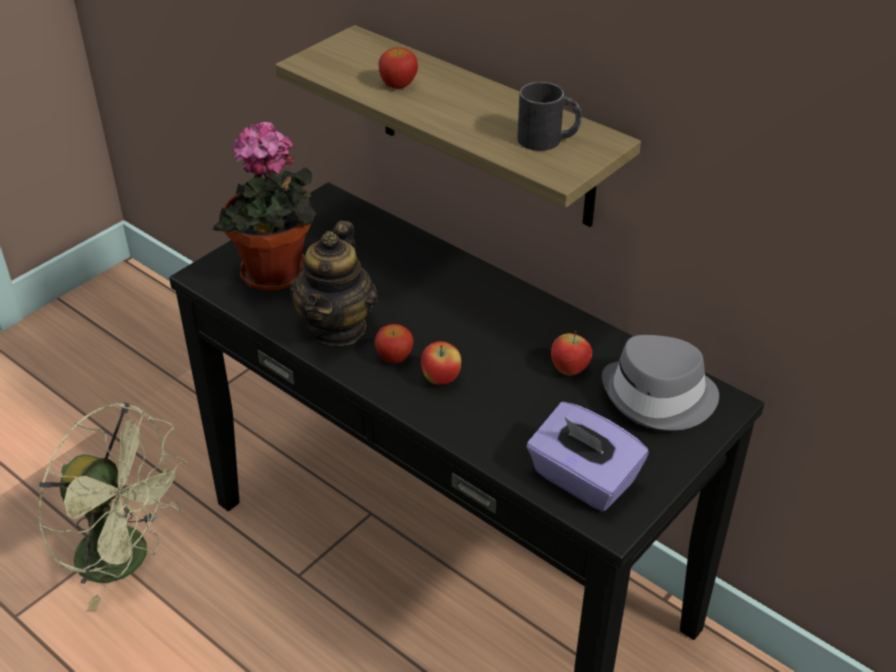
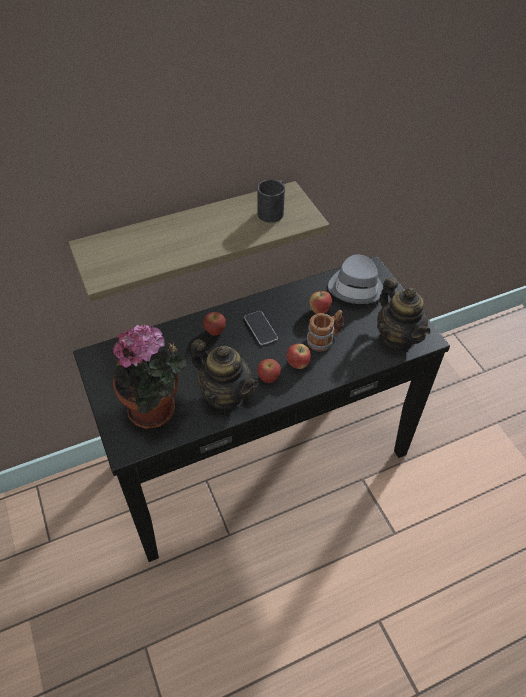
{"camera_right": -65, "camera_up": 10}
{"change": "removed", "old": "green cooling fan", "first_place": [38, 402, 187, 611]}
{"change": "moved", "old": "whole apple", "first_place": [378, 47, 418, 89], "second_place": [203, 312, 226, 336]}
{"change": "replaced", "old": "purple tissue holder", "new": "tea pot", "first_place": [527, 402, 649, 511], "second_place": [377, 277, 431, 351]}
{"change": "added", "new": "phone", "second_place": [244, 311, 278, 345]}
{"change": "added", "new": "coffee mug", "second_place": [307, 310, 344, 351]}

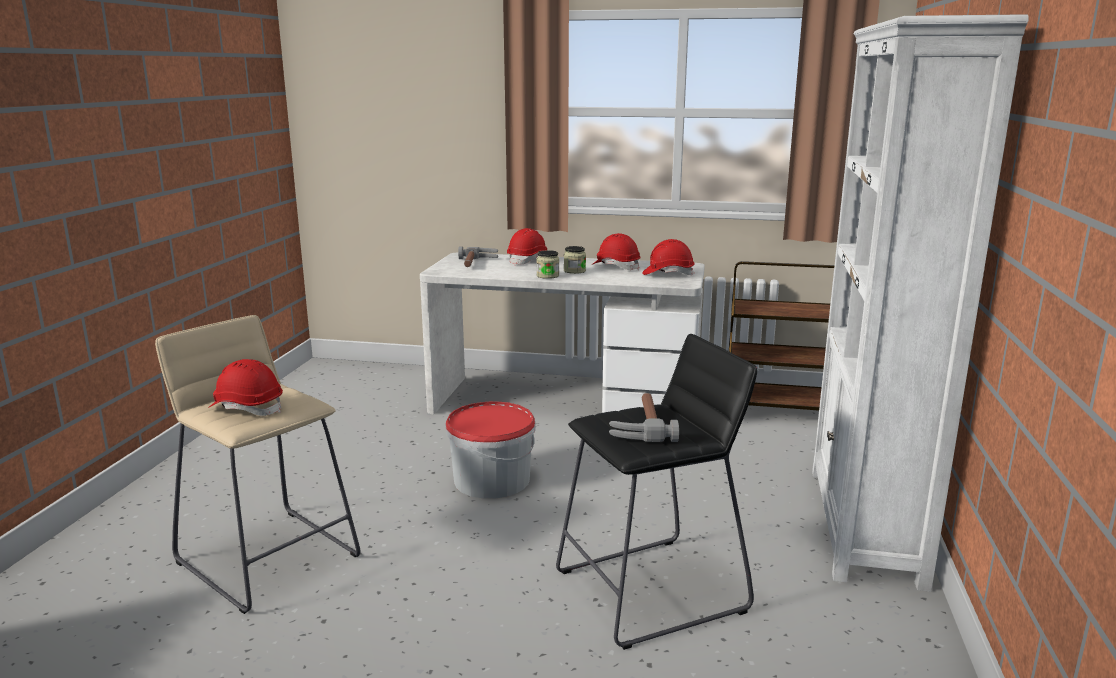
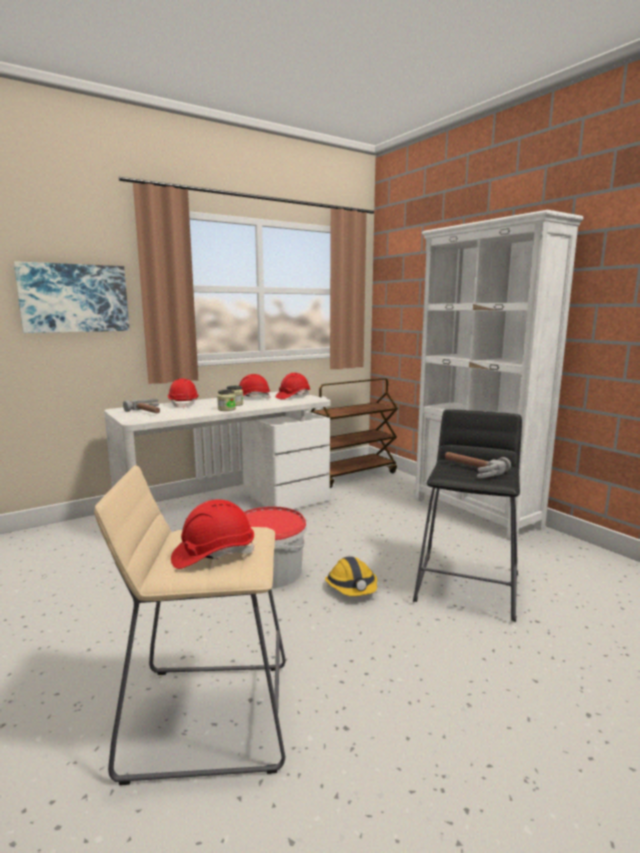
{"camera_right": -45, "camera_up": -5}
{"change": "added", "new": "picture", "second_place": [14, 261, 130, 333]}
{"change": "added", "new": "work helmet", "second_place": [325, 557, 377, 596]}

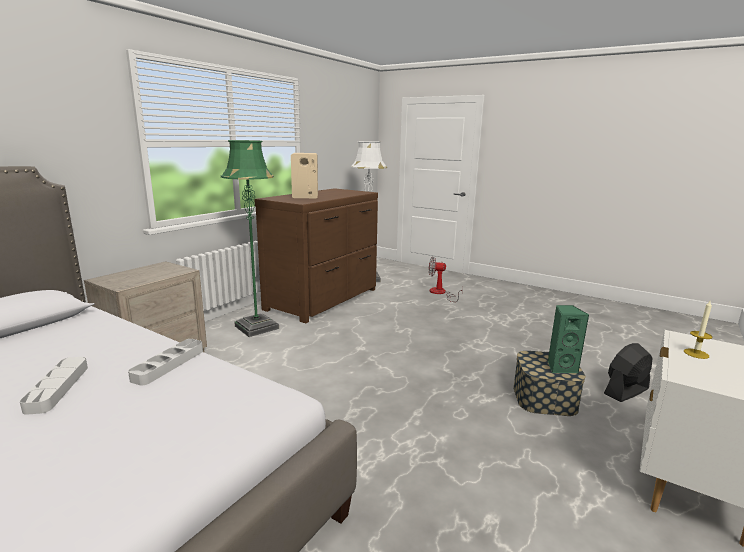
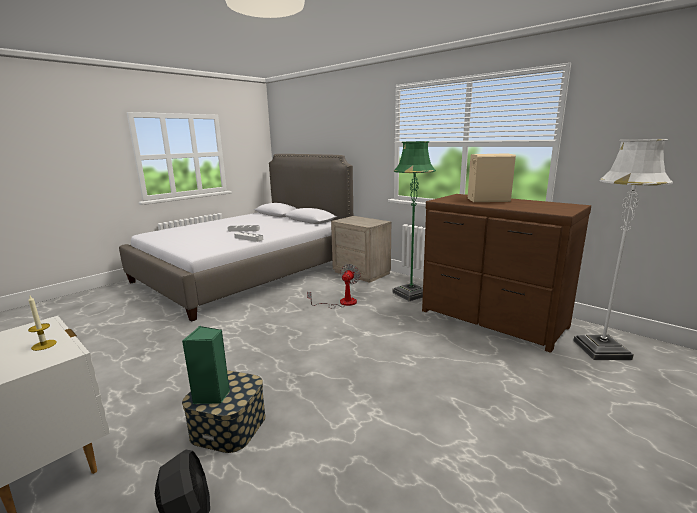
{"camera_right": 100, "camera_up": 0}
{"change": "moved", "old": "cooling fan", "first_place": [429, 257, 463, 302], "second_place": [307, 264, 361, 308]}

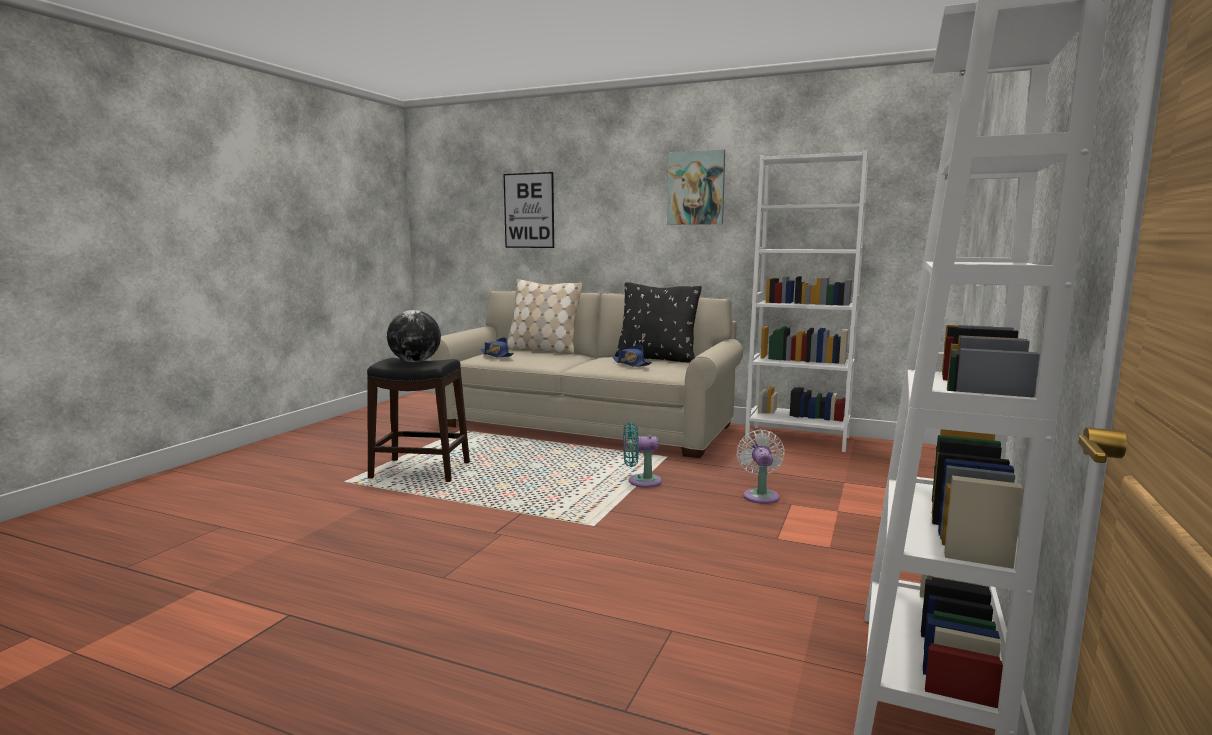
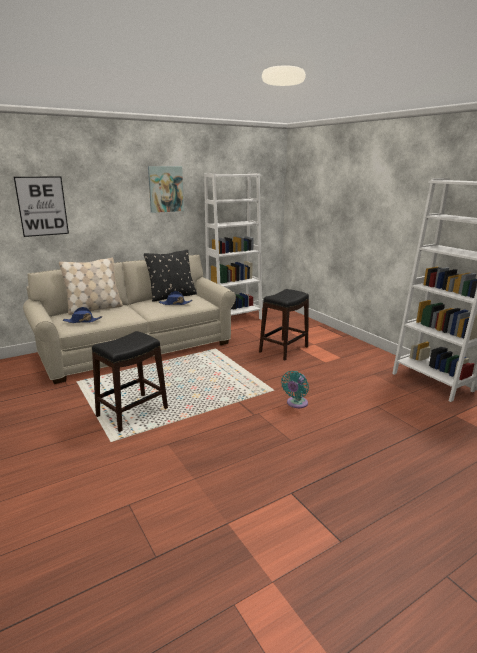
{"camera_right": -55, "camera_up": 10}
{"change": "removed", "old": "world globe", "first_place": [387, 310, 441, 362]}
{"change": "moved", "old": "turquoise-coloured cooling fan", "first_place": [623, 422, 662, 488], "second_place": [281, 371, 309, 408]}
{"change": "replaced", "old": "white cooling fan", "new": "black-coloured stool", "first_place": [737, 430, 785, 504], "second_place": [259, 289, 309, 360]}

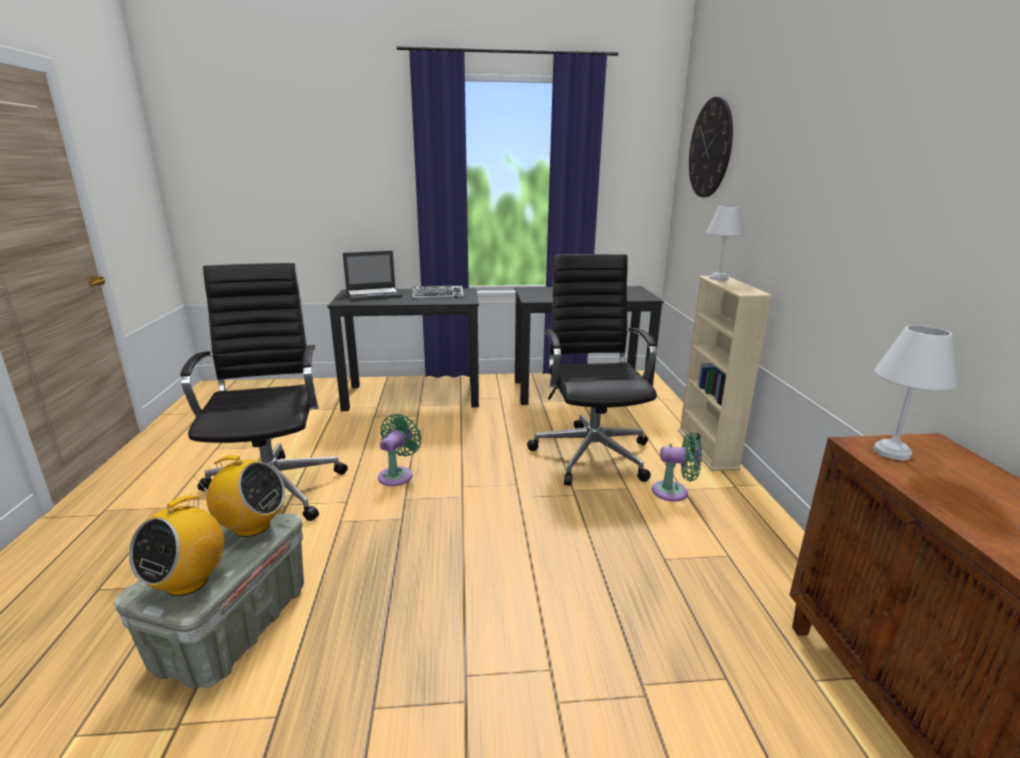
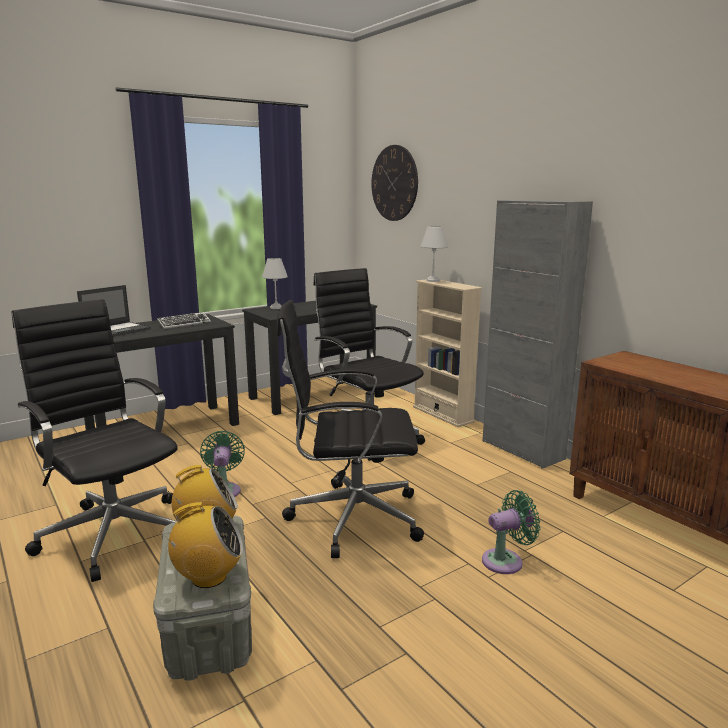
{"camera_right": -30, "camera_up": -5}
{"change": "turned", "old": "radio set", "first_place": [129, 493, 224, 596], "second_place": [160, 502, 243, 588], "degrees": -90}
{"change": "moved", "old": "green cooling fan", "first_place": [652, 433, 702, 502], "second_place": [482, 490, 541, 574]}
{"change": "moved", "old": "white lamp for a table", "first_place": [873, 325, 957, 460], "second_place": [262, 258, 288, 309]}
{"change": "added", "new": "black-coloured computer chair", "second_place": [277, 300, 424, 558]}
{"change": "added", "new": "gray cupboard", "second_place": [482, 200, 593, 469]}

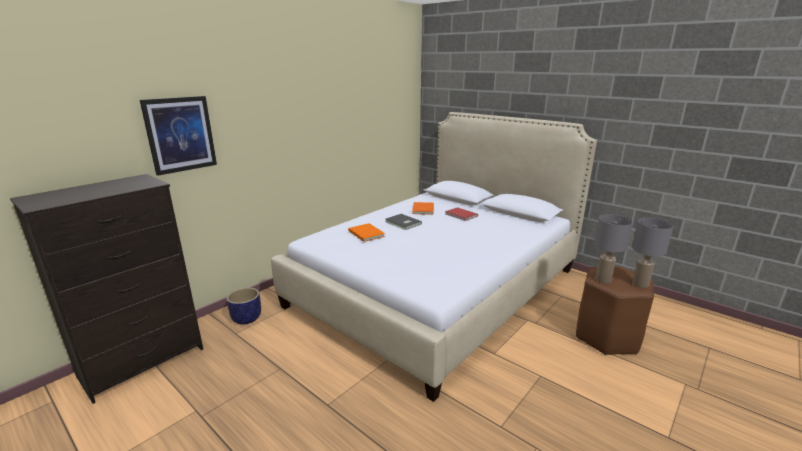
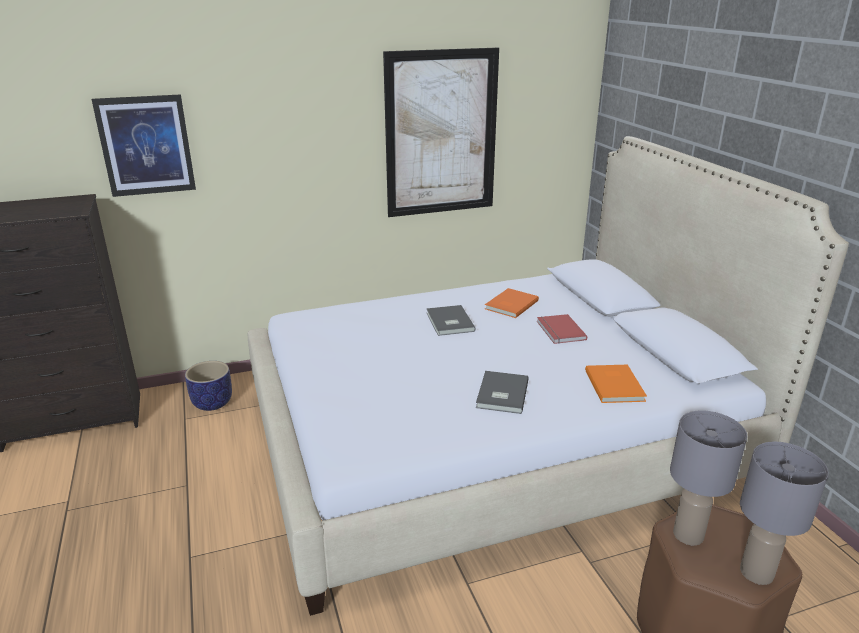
{"camera_right": 30, "camera_up": 5}
{"change": "moved", "old": "orange-coloured bound book", "first_place": [348, 223, 385, 242], "second_place": [585, 365, 647, 403]}
{"change": "added", "new": "picture", "second_place": [383, 47, 499, 217]}
{"change": "added", "new": "gray bound book", "second_place": [476, 371, 529, 414]}

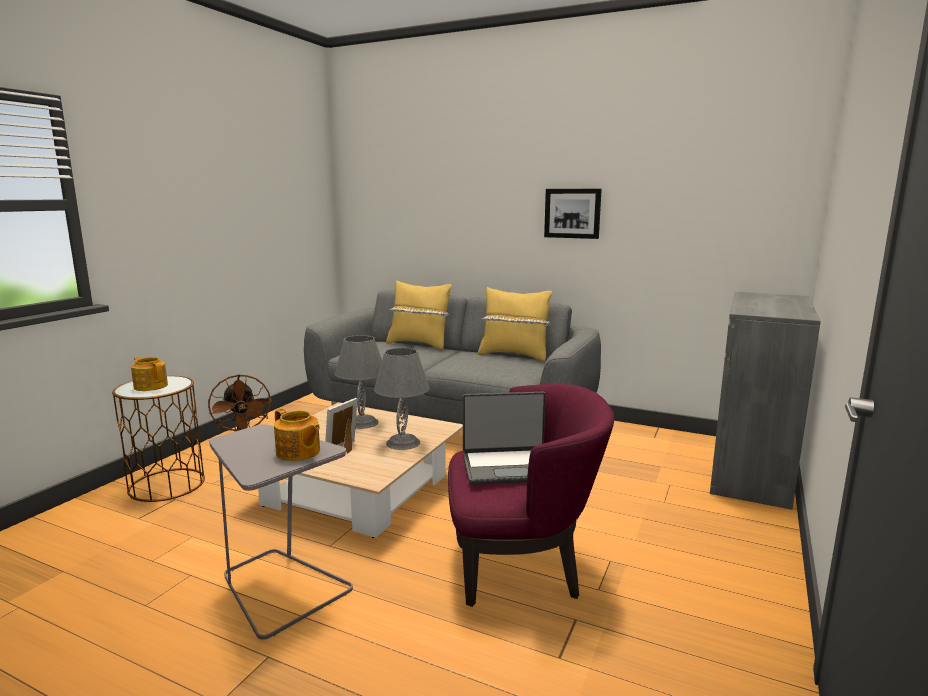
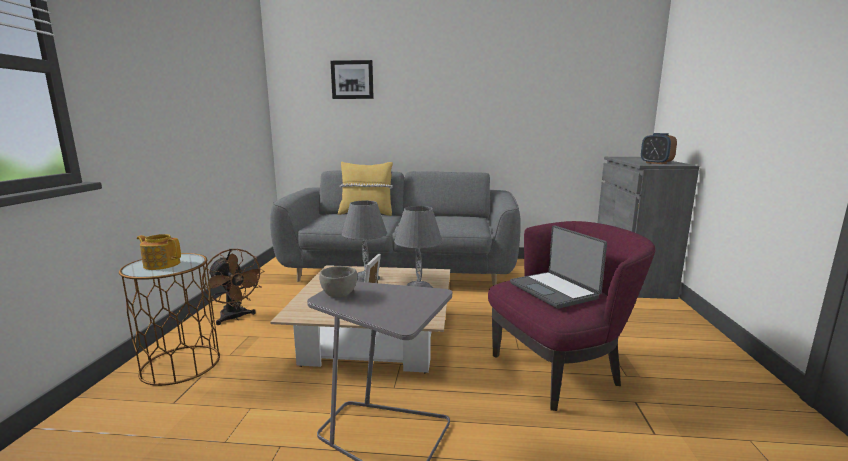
{"camera_right": -20, "camera_up": 0}
{"change": "removed", "old": "tea pot", "first_place": [274, 409, 320, 461]}
{"change": "turned", "old": "notebook computer", "first_place": [463, 392, 546, 485], "second_place": [510, 225, 607, 309], "degrees": 90}
{"change": "removed", "old": "yellowish cushion", "first_place": [478, 287, 552, 362]}
{"change": "moved", "old": "picture", "first_place": [544, 189, 602, 239], "second_place": [331, 60, 374, 99]}
{"change": "added", "new": "gray deep dish", "second_place": [319, 266, 357, 298]}
{"change": "added", "new": "bedside clock", "second_place": [641, 133, 677, 164]}

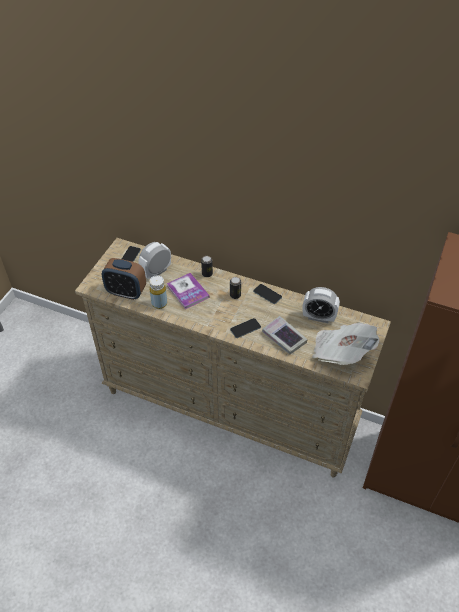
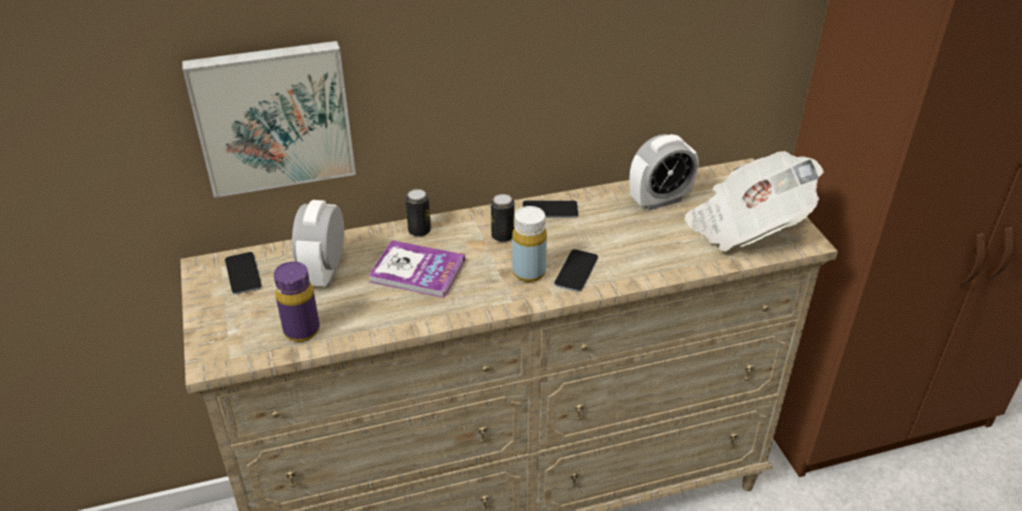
{"camera_right": -40, "camera_up": -10}
{"change": "replaced", "old": "bedside clock", "new": "purple beverage bottle", "first_place": [102, 258, 146, 300], "second_place": [274, 261, 320, 342]}
{"change": "moved", "old": "yellowish beverage bottle", "first_place": [149, 275, 167, 309], "second_place": [512, 206, 547, 282]}
{"change": "removed", "old": "bound book", "first_place": [262, 316, 308, 354]}
{"change": "added", "new": "picture", "second_place": [182, 41, 356, 198]}

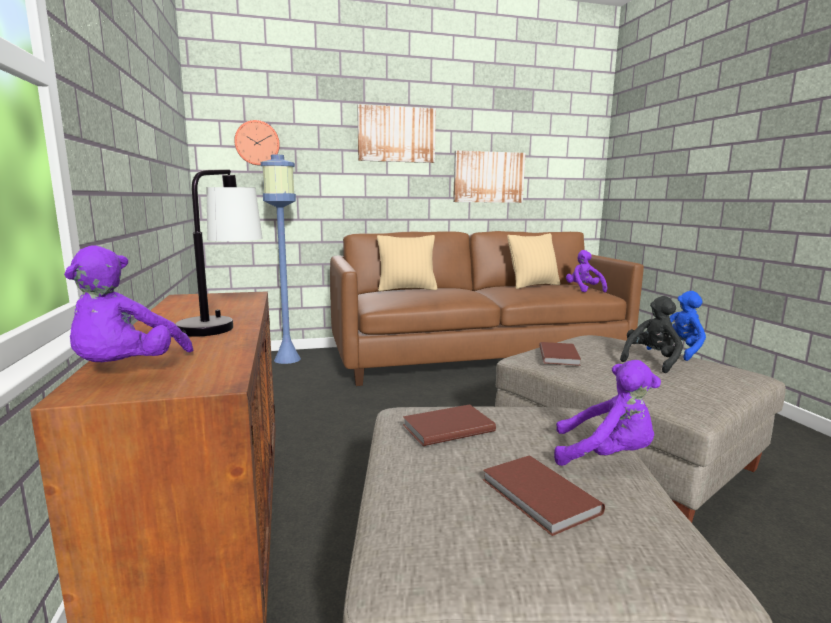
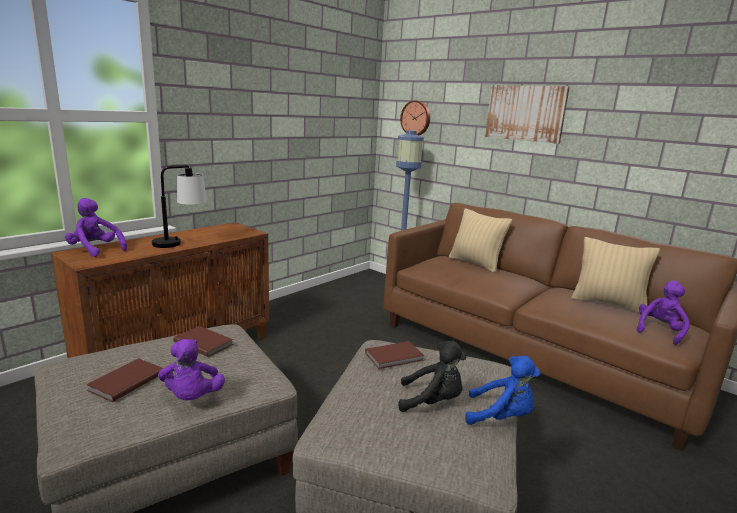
{"camera_right": 55, "camera_up": 5}
{"change": "turned", "old": "purple soft toy", "first_place": [64, 245, 193, 362], "second_place": [65, 198, 127, 257], "degrees": 60}
{"change": "removed", "old": "picture", "first_place": [453, 150, 525, 203]}

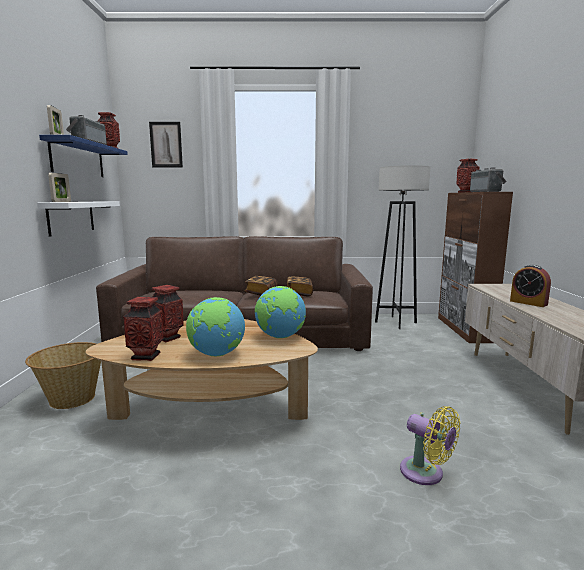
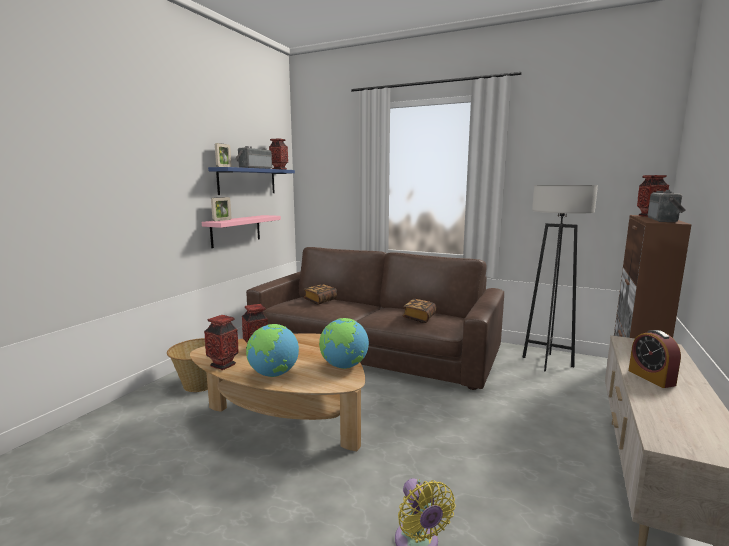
{"camera_right": 25, "camera_up": 0}
{"change": "recoloured", "old": "white wall shelf", "new": "pink-coloured wall shelf", "first_place": [37, 202, 120, 237], "second_place": [202, 215, 281, 248]}
{"change": "removed", "old": "picture", "first_place": [149, 122, 183, 167]}
{"change": "moved", "old": "bound book", "first_place": [245, 276, 277, 296], "second_place": [304, 284, 337, 305]}

